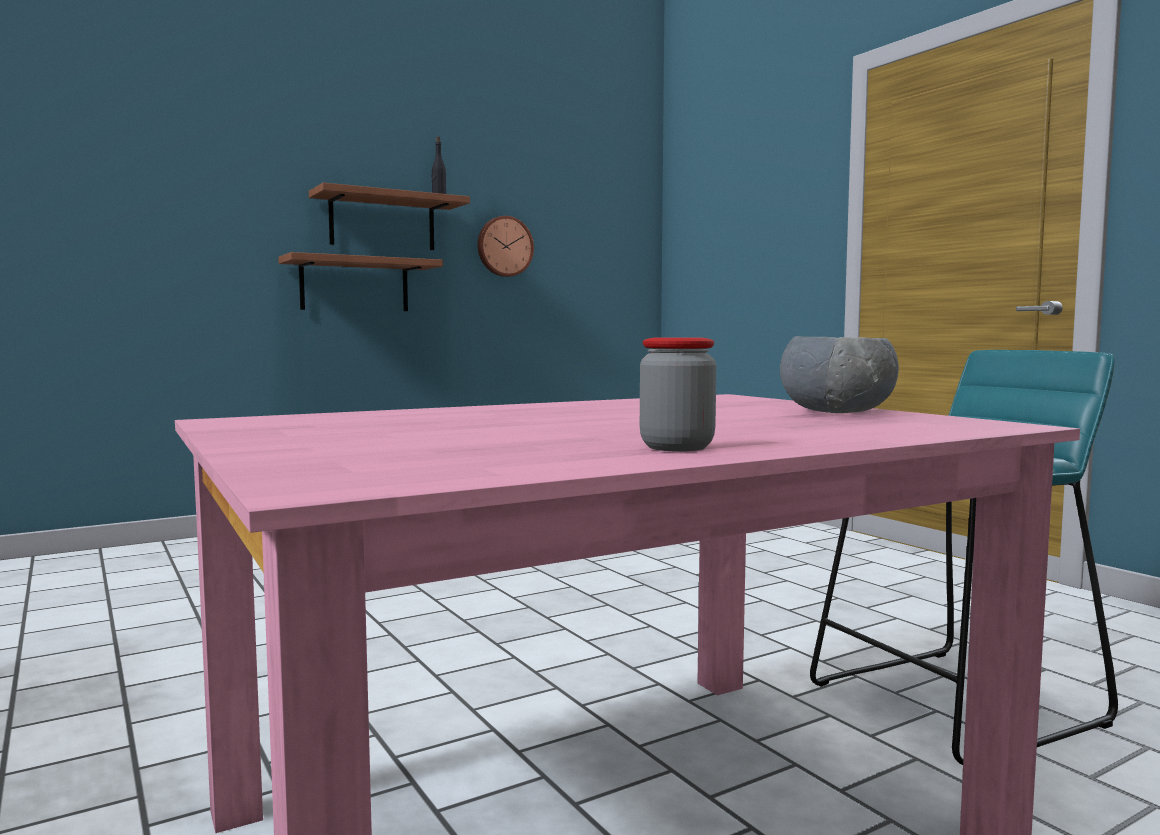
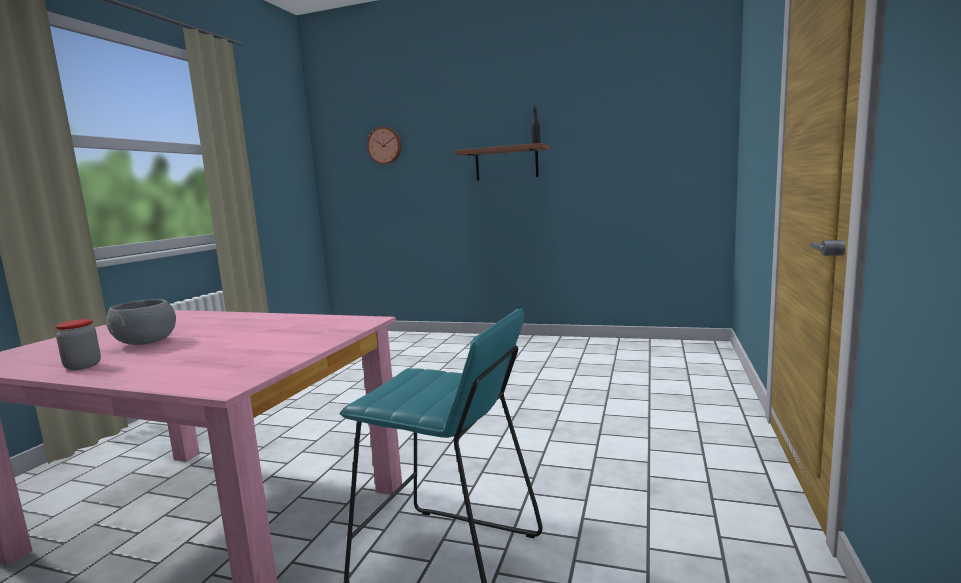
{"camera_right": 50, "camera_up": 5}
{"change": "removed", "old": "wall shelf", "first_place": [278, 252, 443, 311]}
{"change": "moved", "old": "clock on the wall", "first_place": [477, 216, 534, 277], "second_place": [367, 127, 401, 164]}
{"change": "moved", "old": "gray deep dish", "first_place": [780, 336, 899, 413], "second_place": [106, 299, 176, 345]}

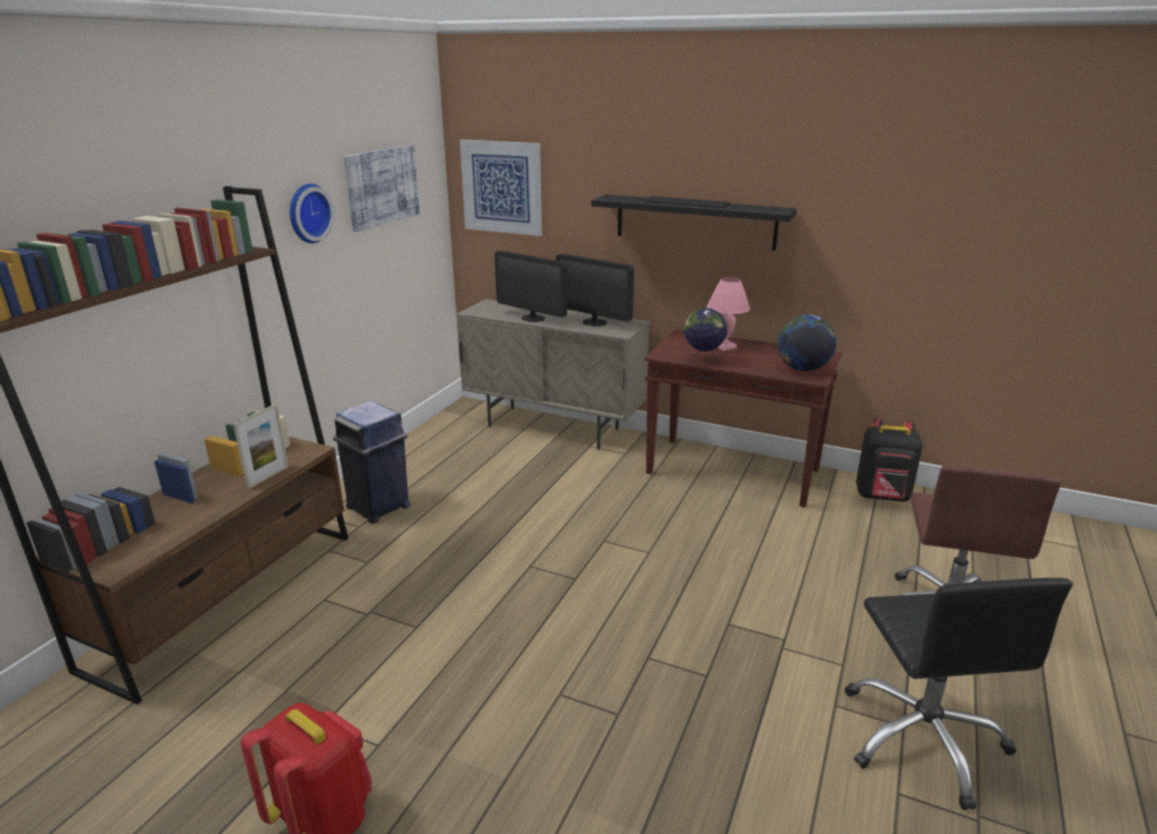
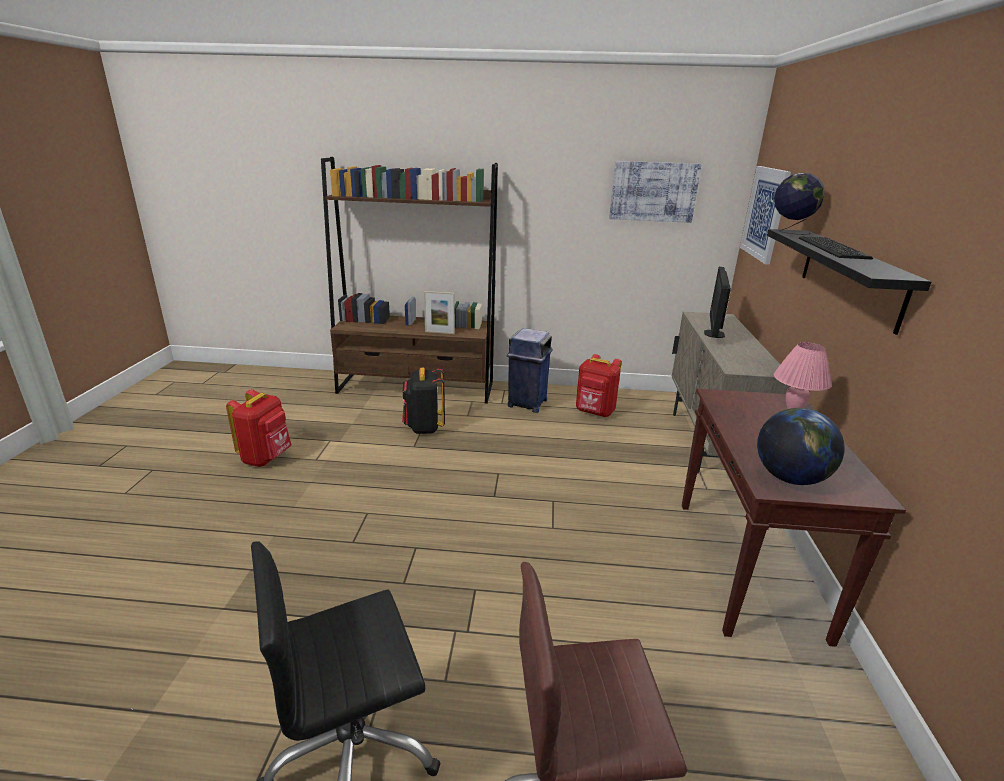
{"camera_right": 70, "camera_up": 0}
{"change": "removed", "old": "clock on the wall", "first_place": [290, 184, 334, 244]}
{"change": "removed", "old": "computer display", "first_place": [556, 254, 634, 326]}
{"change": "moved", "old": "world globe", "first_place": [684, 308, 727, 365], "second_place": [774, 173, 825, 235]}
{"change": "moved", "old": "black-coloured knapsack", "first_place": [856, 418, 923, 502], "second_place": [402, 368, 445, 434]}
{"change": "added", "new": "reddish knapsack", "second_place": [576, 354, 622, 417]}

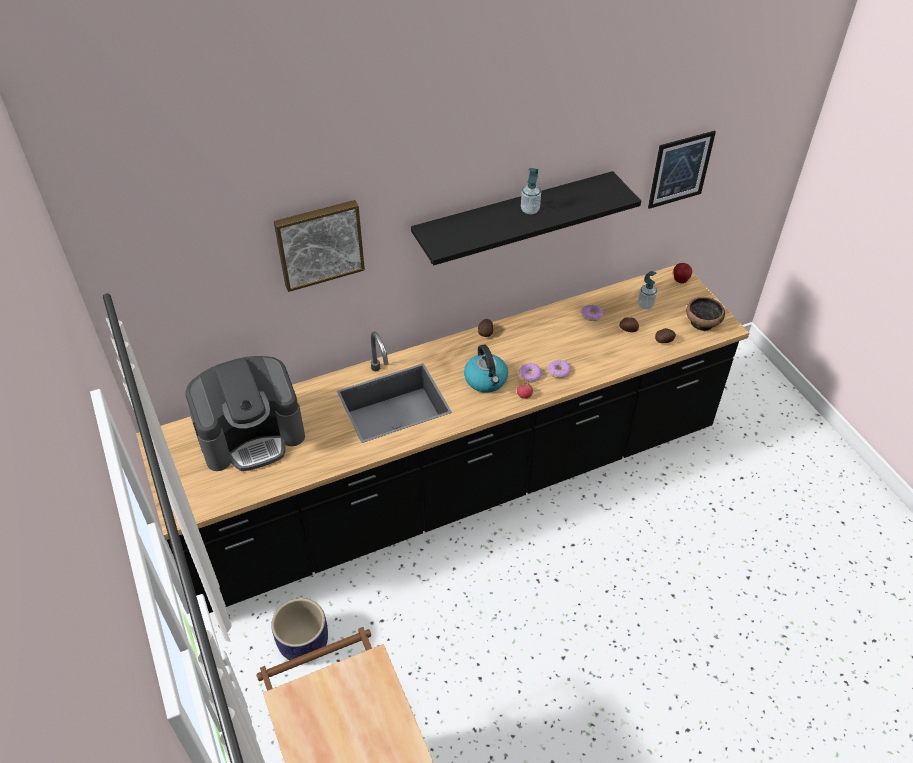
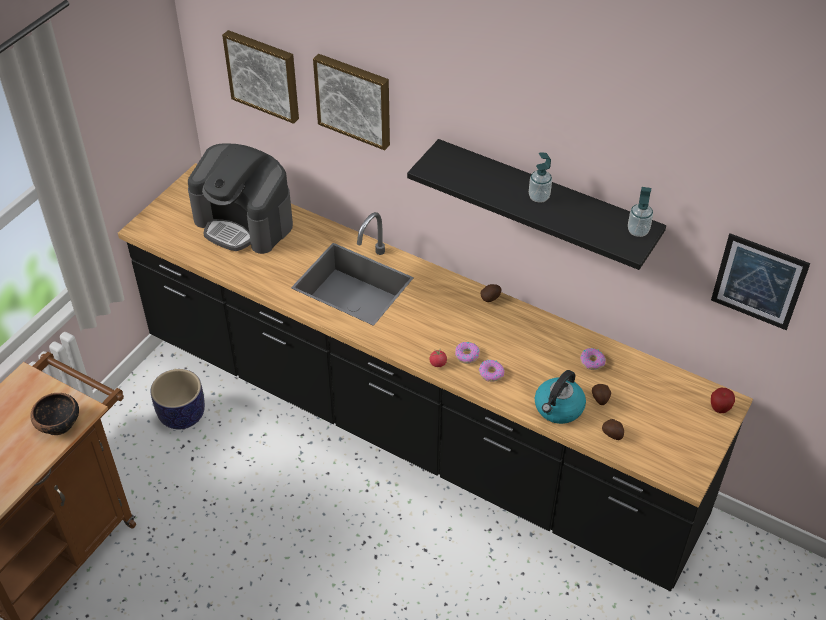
{"camera_right": 55, "camera_up": 0}
{"change": "moved", "old": "tea kettle", "first_place": [464, 344, 508, 393], "second_place": [535, 370, 586, 424]}
{"change": "moved", "old": "soap dispenser", "first_place": [638, 271, 657, 309], "second_place": [628, 187, 653, 237]}
{"change": "moved", "old": "deep dish", "first_place": [686, 297, 725, 331], "second_place": [30, 393, 79, 435]}
{"change": "added", "new": "picture", "second_place": [222, 30, 299, 124]}

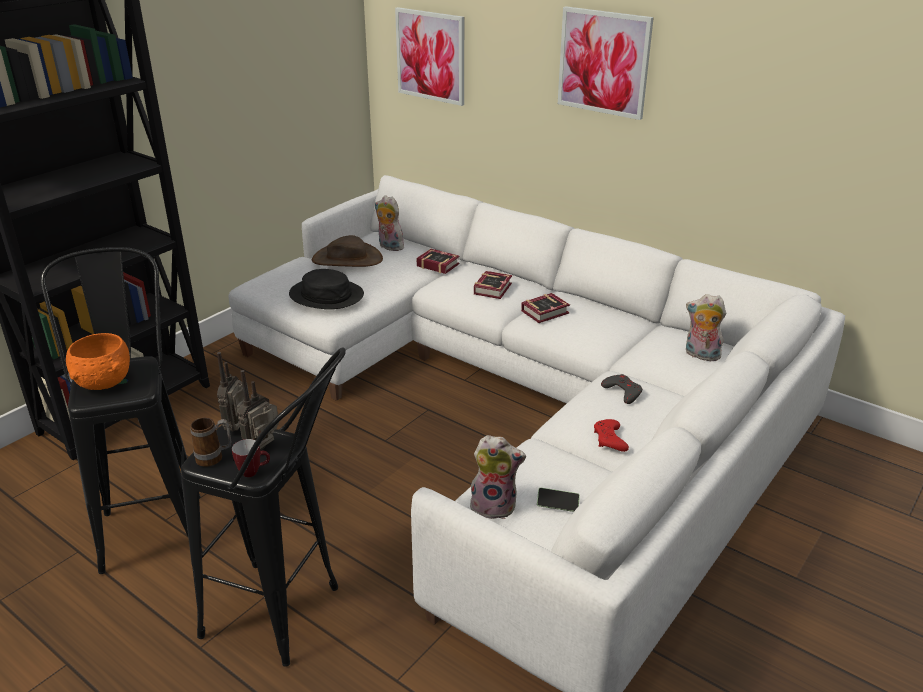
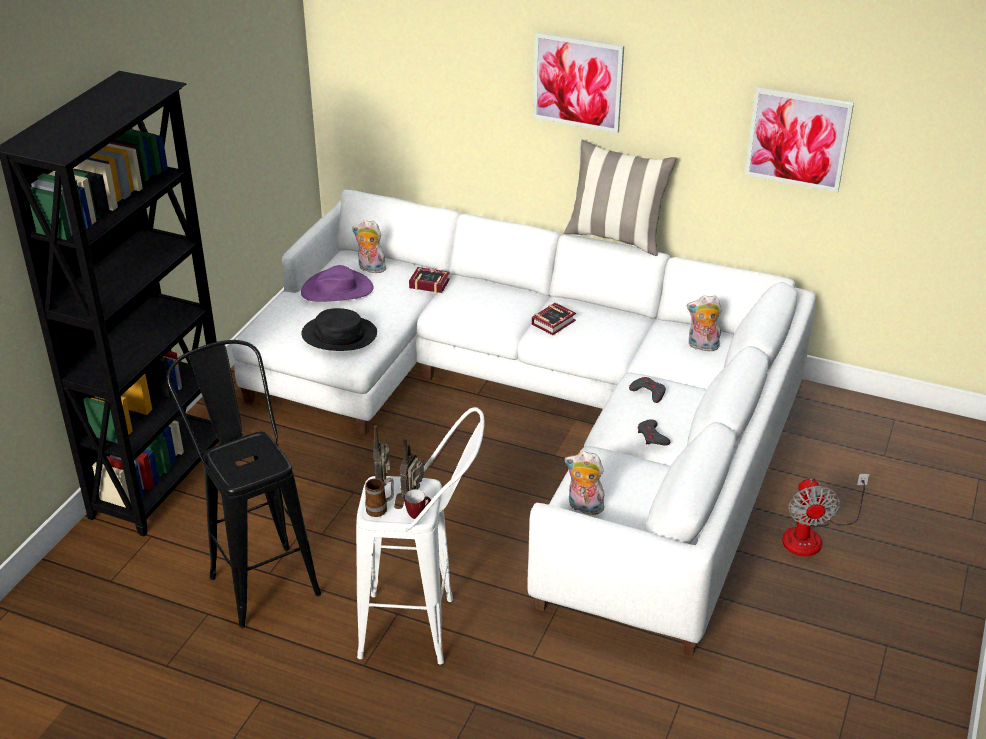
{"camera_right": -15, "camera_up": 5}
{"change": "removed", "old": "orange-coloured deep dish", "first_place": [66, 333, 130, 390]}
{"change": "recoloured", "old": "black-coloured stool", "new": "white stool", "first_place": [181, 347, 346, 667], "second_place": [356, 407, 485, 665]}
{"change": "recoloured", "old": "brown-coloured hat", "new": "purple hat", "first_place": [312, 235, 383, 267], "second_place": [301, 265, 374, 302]}
{"change": "moved", "old": "picture", "first_place": [395, 7, 464, 106], "second_place": [745, 87, 854, 192]}
{"change": "turned", "old": "soft toy", "first_place": [470, 435, 526, 519], "second_place": [565, 451, 604, 515], "degrees": -150}
{"change": "removed", "old": "bound book", "first_place": [474, 271, 512, 299]}
{"change": "removed", "old": "phone", "first_place": [537, 488, 580, 512]}
{"change": "recoloured", "old": "reddish joypad", "new": "gray joypad", "first_place": [594, 419, 629, 452], "second_place": [638, 419, 670, 446]}
{"change": "added", "new": "cushion", "second_place": [563, 139, 677, 256]}
{"change": "added", "new": "cooling fan", "second_place": [782, 474, 869, 556]}

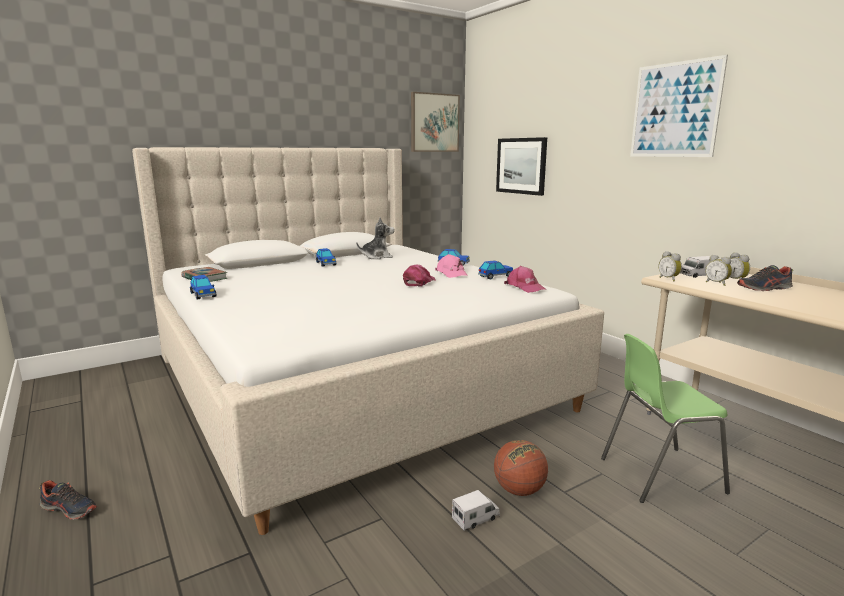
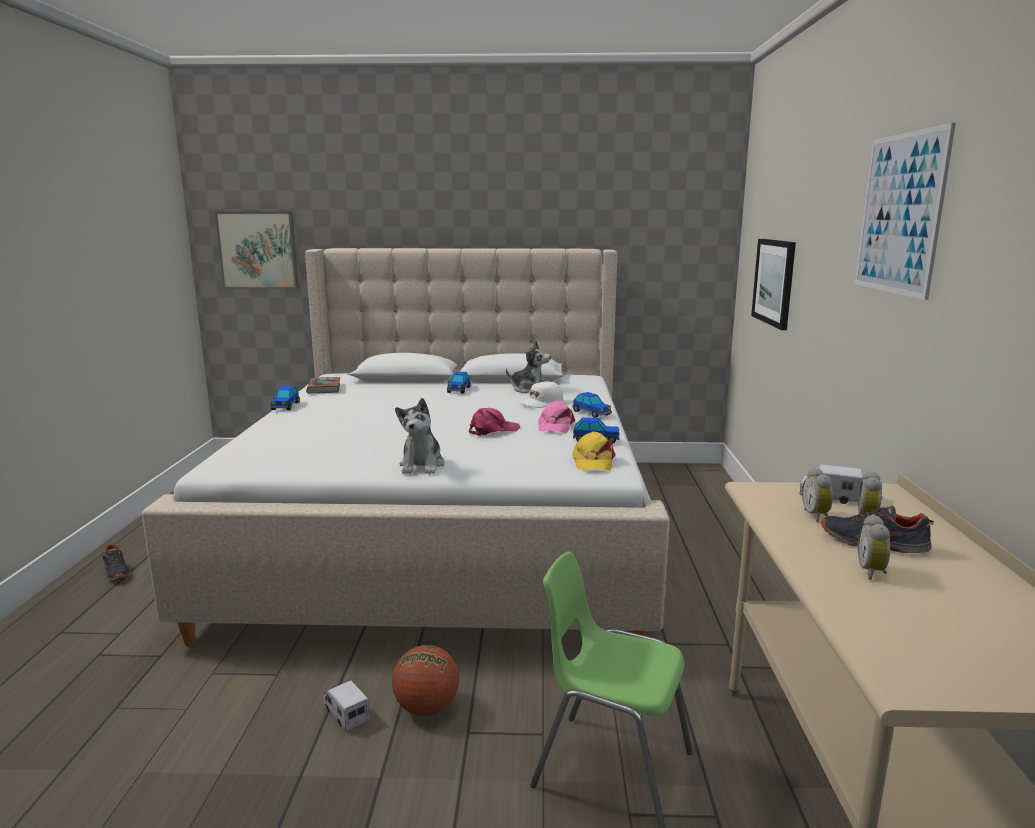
{"camera_right": 35, "camera_up": 0}
{"change": "moved", "old": "picture", "first_place": [411, 92, 460, 152], "second_place": [215, 212, 299, 289]}
{"change": "turned", "old": "model truck", "first_place": [452, 490, 500, 531], "second_place": [323, 680, 370, 731], "degrees": -135}
{"change": "recoloured", "old": "pink-coloured peaked cap", "new": "yellowish peaked cap", "first_place": [504, 266, 545, 293], "second_place": [572, 431, 616, 471]}
{"change": "moved", "old": "bedside clock", "first_place": [658, 251, 682, 281], "second_place": [858, 514, 890, 580]}
{"change": "added", "new": "soft toy", "second_place": [395, 398, 445, 474]}
{"change": "added", "new": "white peaked cap", "second_place": [520, 381, 563, 408]}

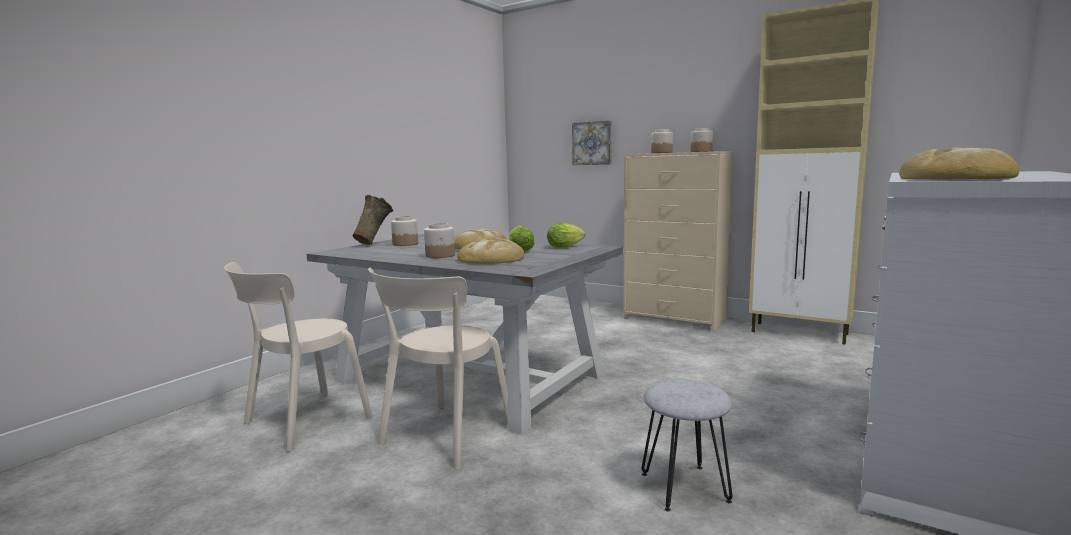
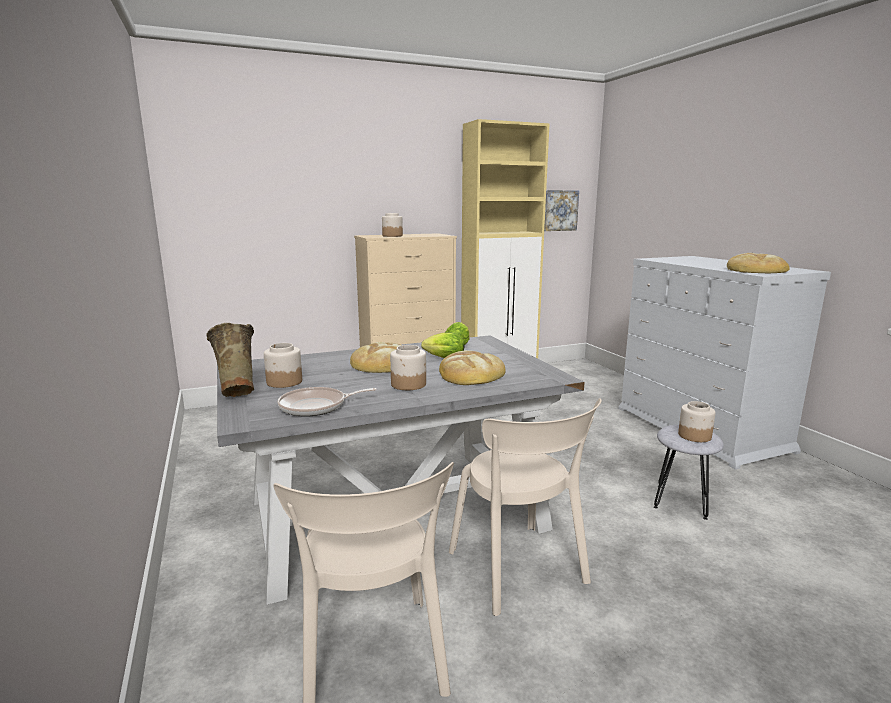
{"camera_right": -55, "camera_up": 5}
{"change": "moved", "old": "picture", "first_place": [572, 120, 612, 165], "second_place": [544, 190, 579, 231]}
{"change": "moved", "old": "jar", "first_place": [691, 128, 713, 152], "second_place": [678, 401, 715, 442]}
{"change": "added", "new": "pan", "second_place": [277, 387, 377, 417]}

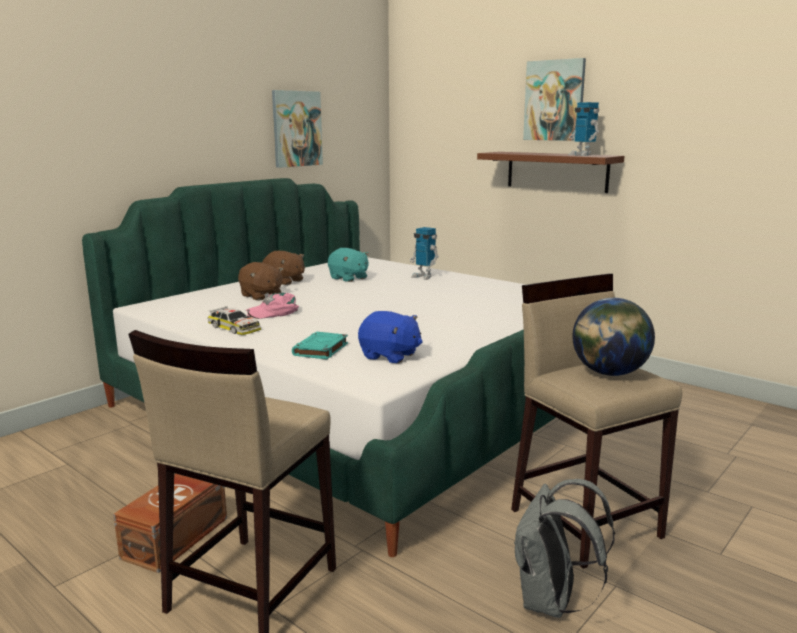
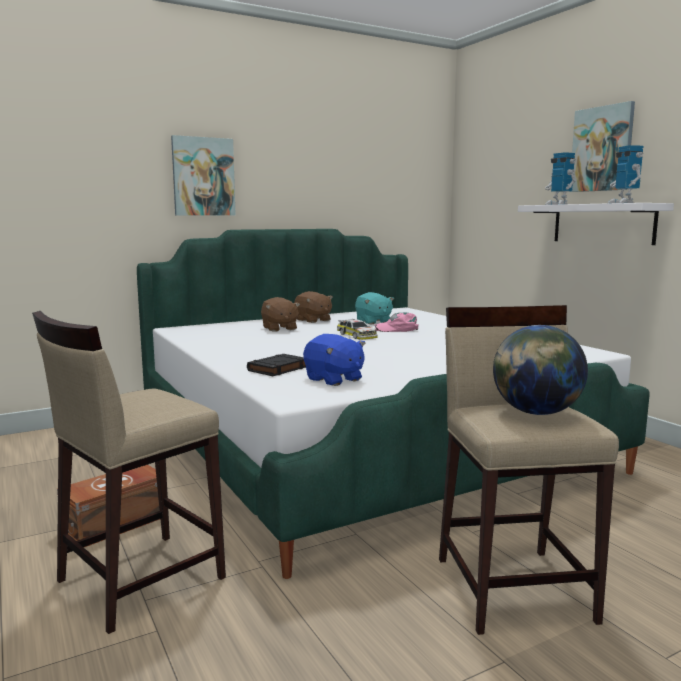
{"camera_right": 20, "camera_up": -5}
{"change": "moved", "old": "model car", "first_place": [208, 306, 261, 335], "second_place": [337, 319, 378, 340]}
{"change": "moved", "old": "pink-coloured peaked cap", "first_place": [246, 293, 299, 319], "second_place": [375, 312, 419, 332]}
{"change": "moved", "old": "picture", "first_place": [272, 90, 323, 168], "second_place": [171, 135, 236, 216]}
{"change": "recoloured", "old": "turquoise-coloured bound book", "new": "black-coloured bound book", "first_place": [292, 332, 348, 360], "second_place": [247, 354, 306, 376]}
{"change": "moved", "old": "toy robot", "first_place": [410, 227, 439, 280], "second_place": [545, 152, 576, 205]}
{"change": "recoloured", "old": "brown-coloured wall shelf", "new": "white wall shelf", "first_place": [477, 152, 624, 193], "second_place": [518, 203, 674, 245]}
{"change": "removed", "old": "gray knapsack", "first_place": [514, 479, 615, 618]}

